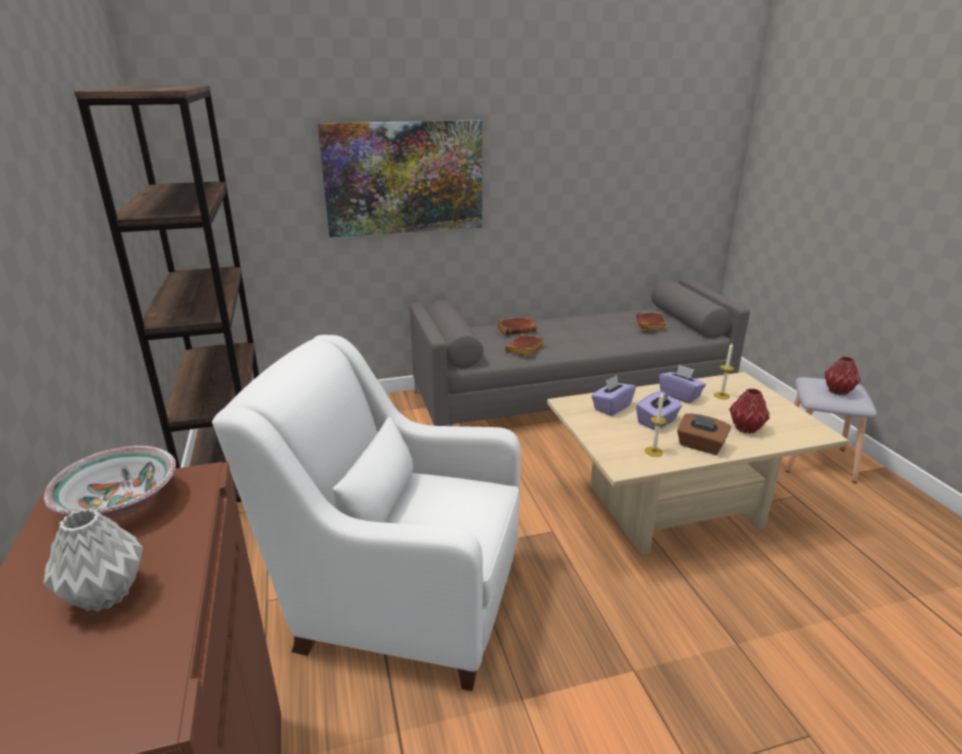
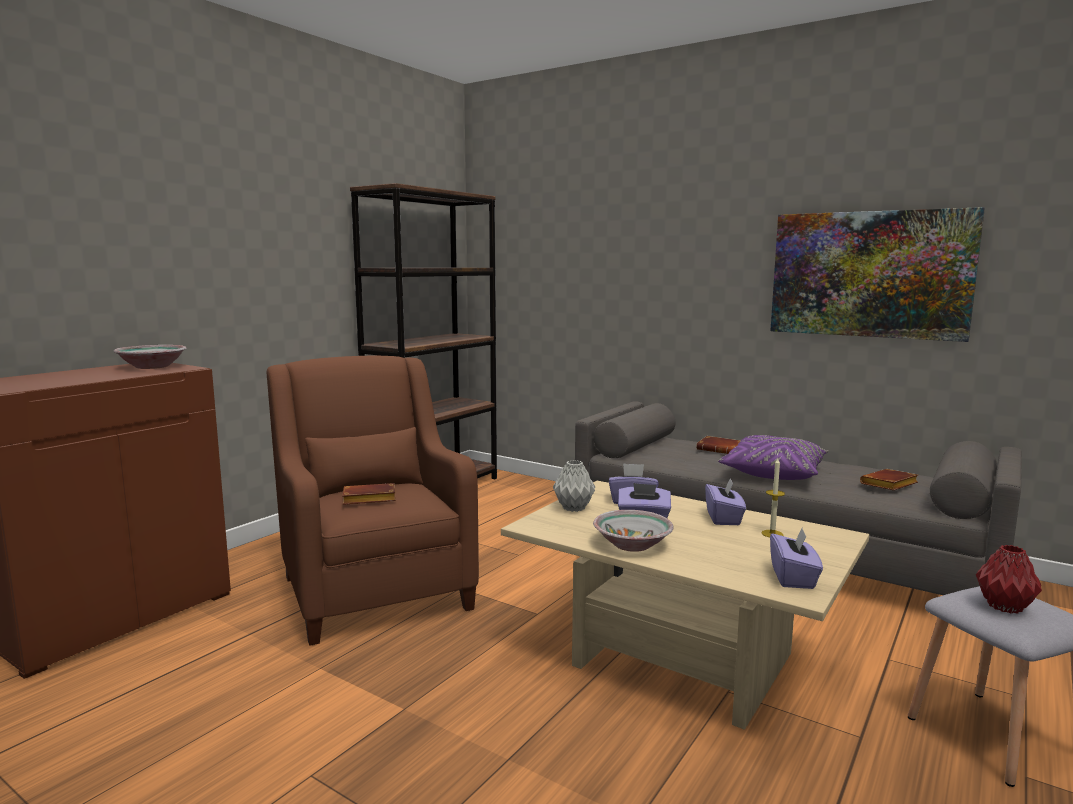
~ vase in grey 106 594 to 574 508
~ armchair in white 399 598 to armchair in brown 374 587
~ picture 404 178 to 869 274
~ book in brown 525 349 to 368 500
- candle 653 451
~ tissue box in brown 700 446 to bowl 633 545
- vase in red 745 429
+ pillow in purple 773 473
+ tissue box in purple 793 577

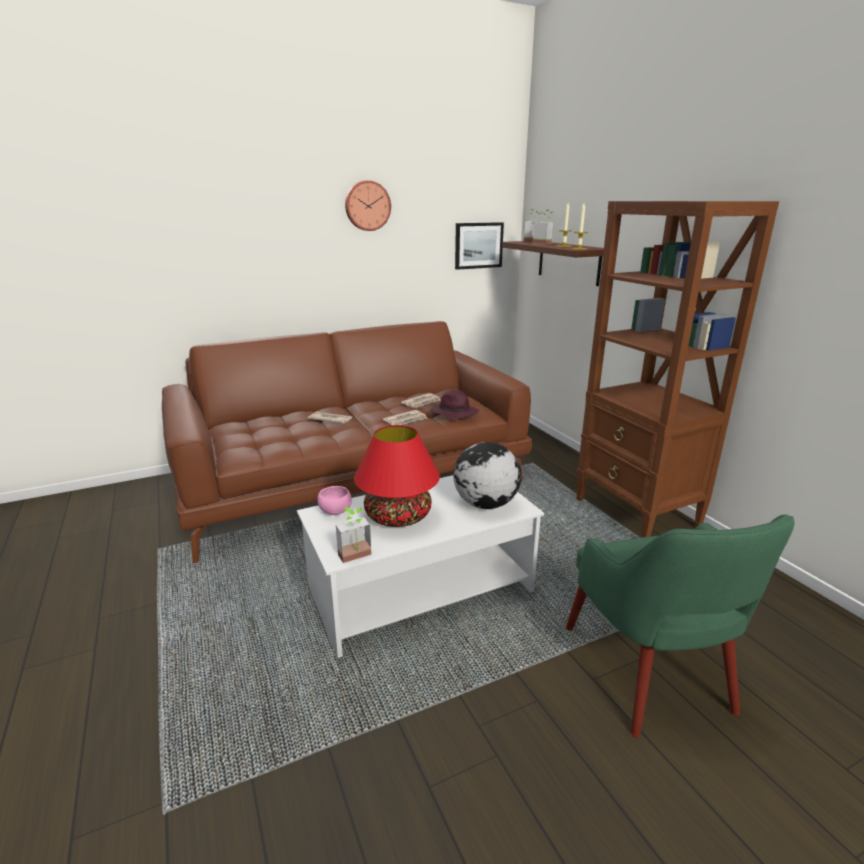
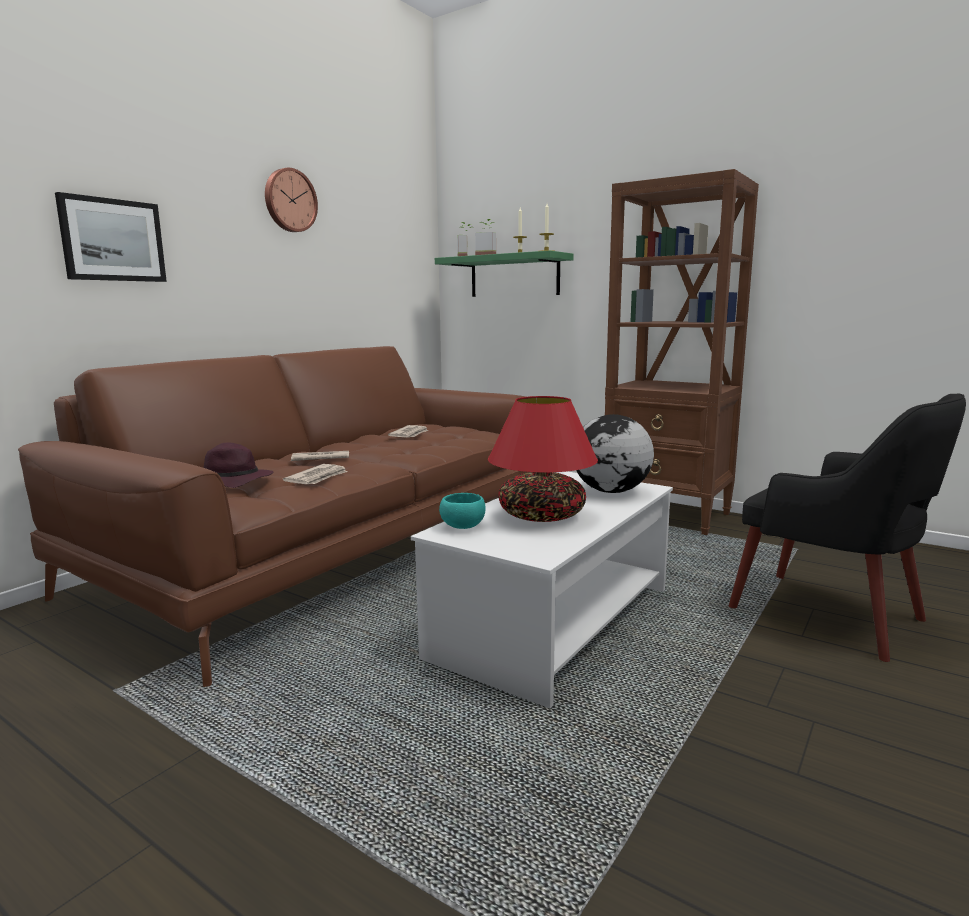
~ bowl in pink 335 512 to bowl in turquoise 463 527
- potted plant 357 558
~ newspaper 406 420 to 318 478
~ hat in purple 453 413 to 229 482
~ picture 478 245 to 112 240
~ shelf in brown 568 262 to shelf in green 514 276
~ armchair in green 648 671 to armchair in black 831 616

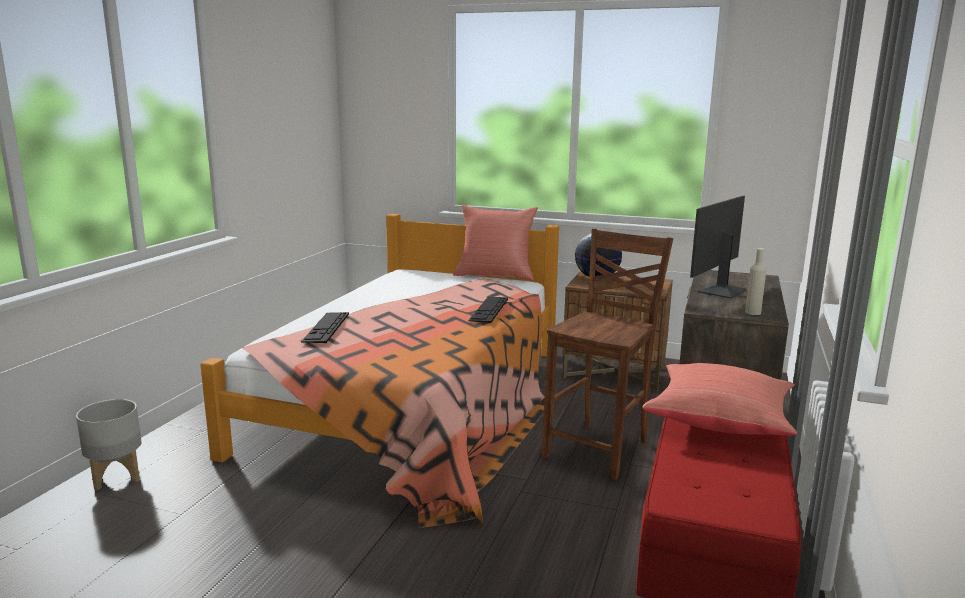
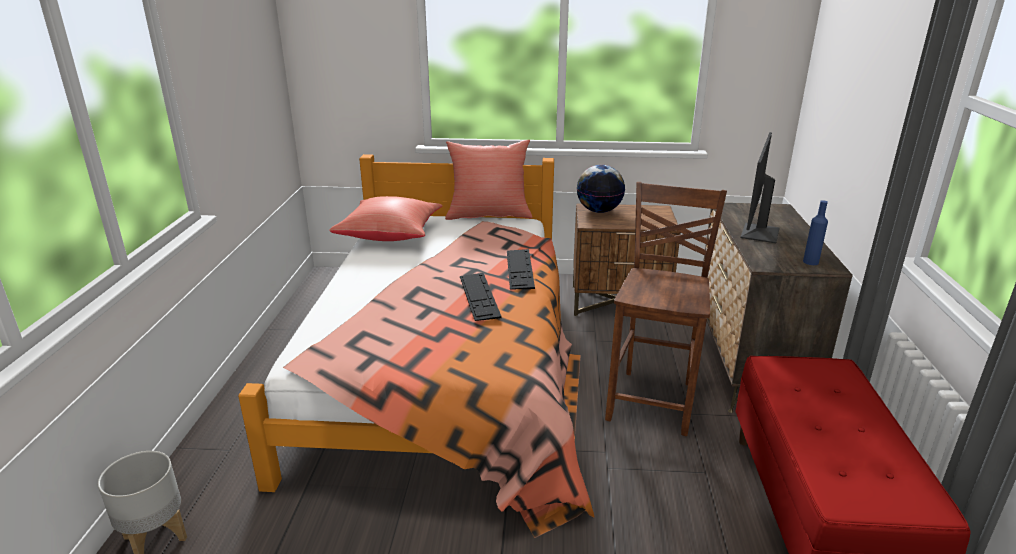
~ keyboard 326 327 to 479 296
~ pillow in red 720 421 to 390 235
~ bottle in beige 752 312 to bottle in blue 810 262

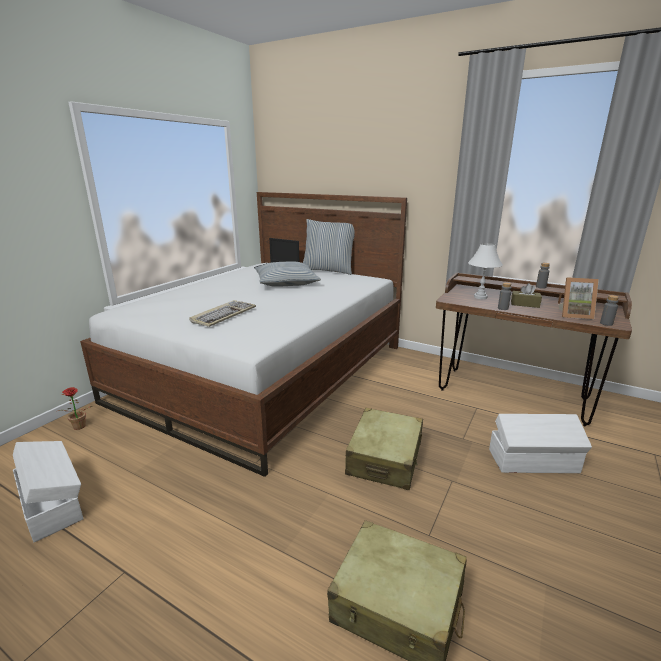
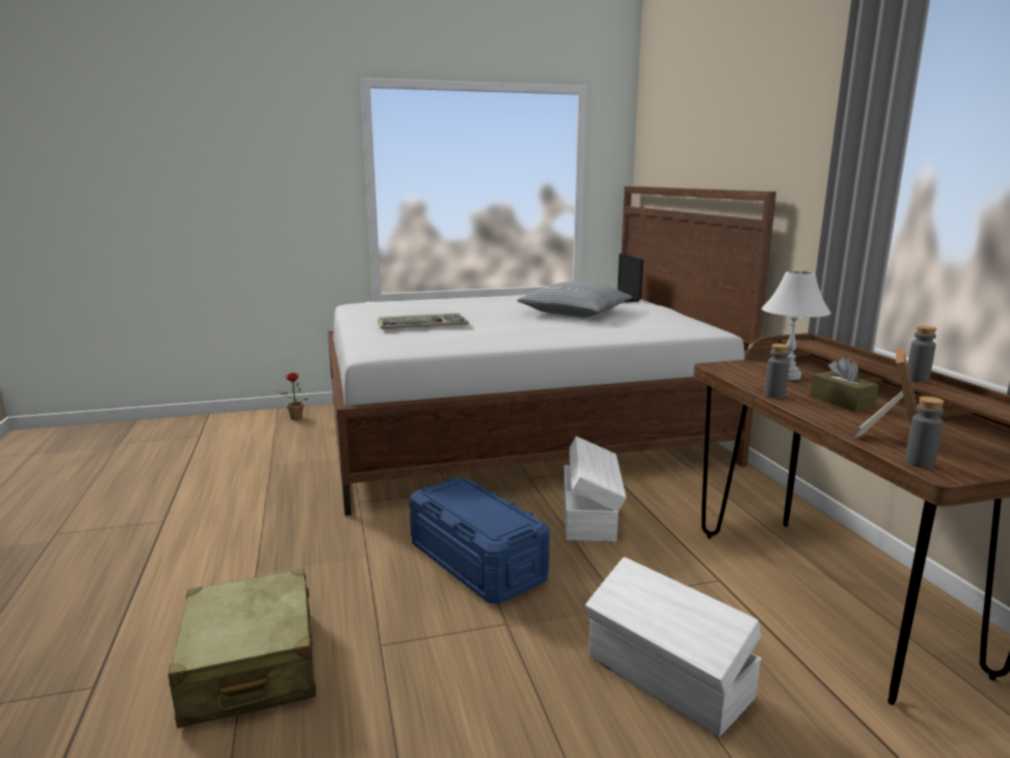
~ storage box in white 52 503 to 590 515
- pillow 328 270
~ suitcase in beige 385 458 to storage box in blue 477 562
~ picture frame 574 315 = 892 436 120 degrees counterclockwise

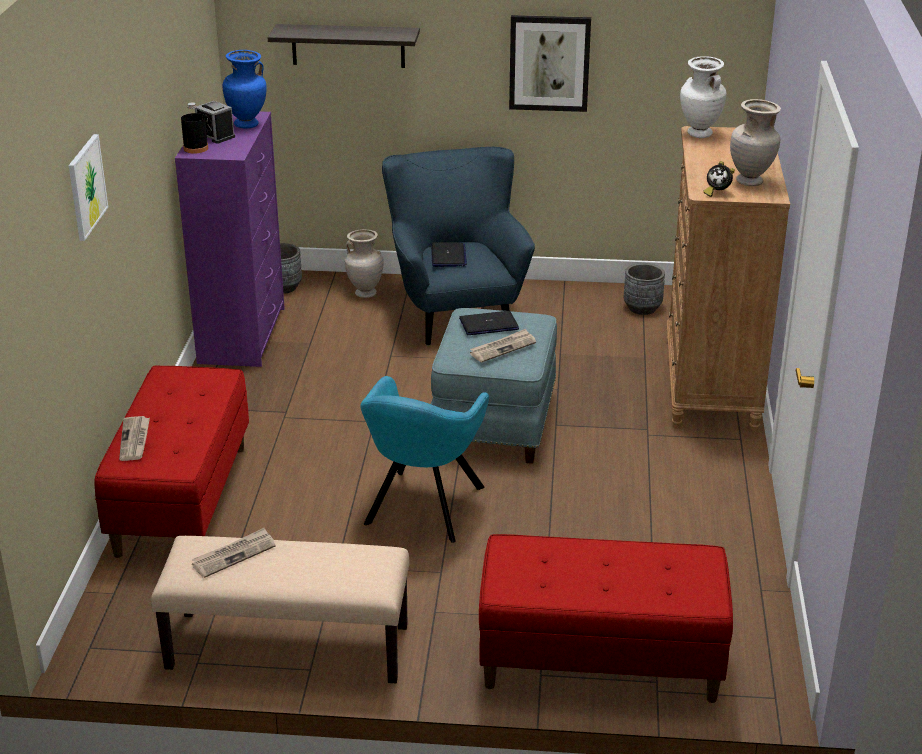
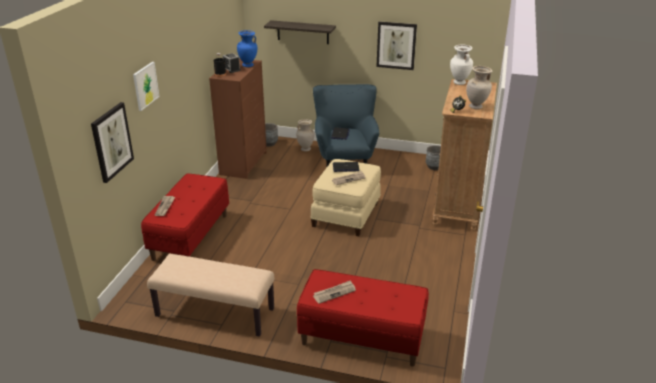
~ dresser in purple 242 334 to dresser in brown 243 163
~ newspaper 234 555 to 334 293
- armchair in turquoise 423 508
~ ottoman in blue 495 423 to ottoman in beige 347 215
+ picture 111 142

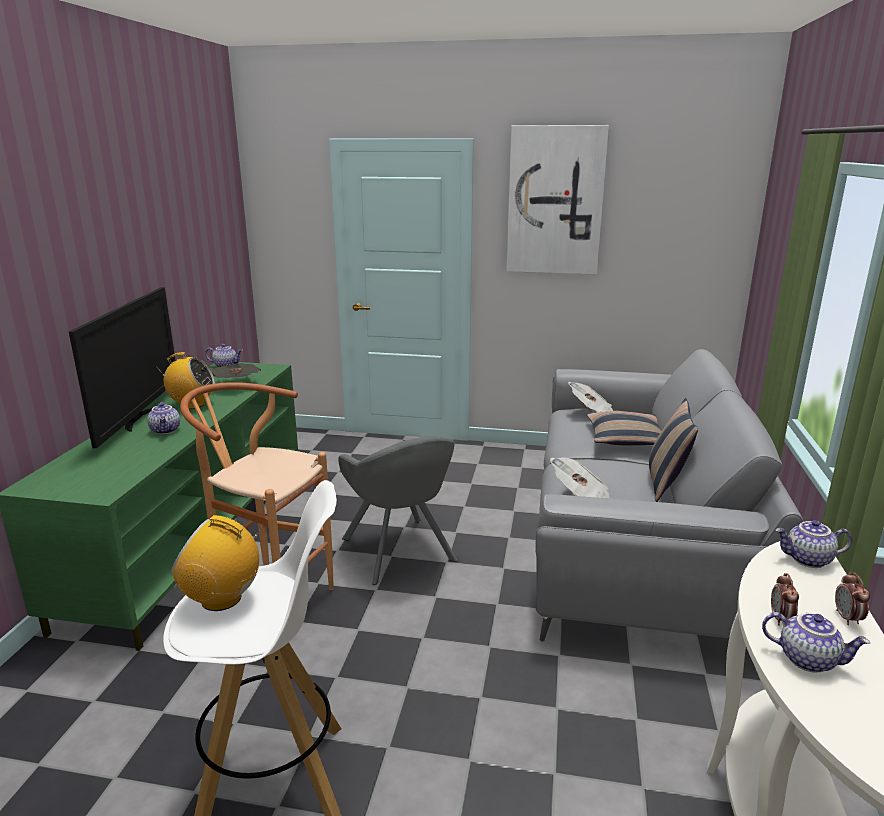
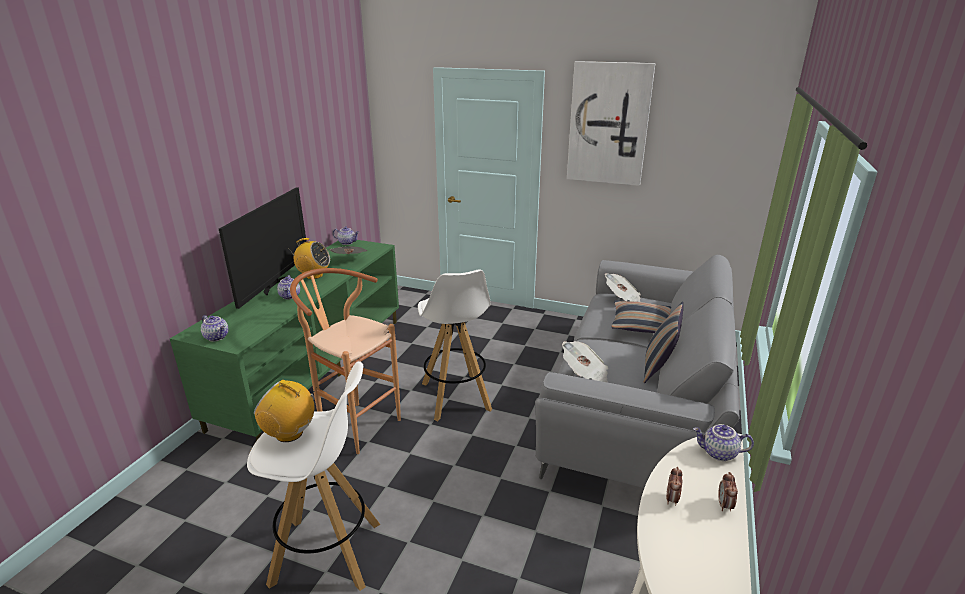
~ armchair in grey 400 552 to stool in white 456 397
~ teapot 808 659 to 217 337

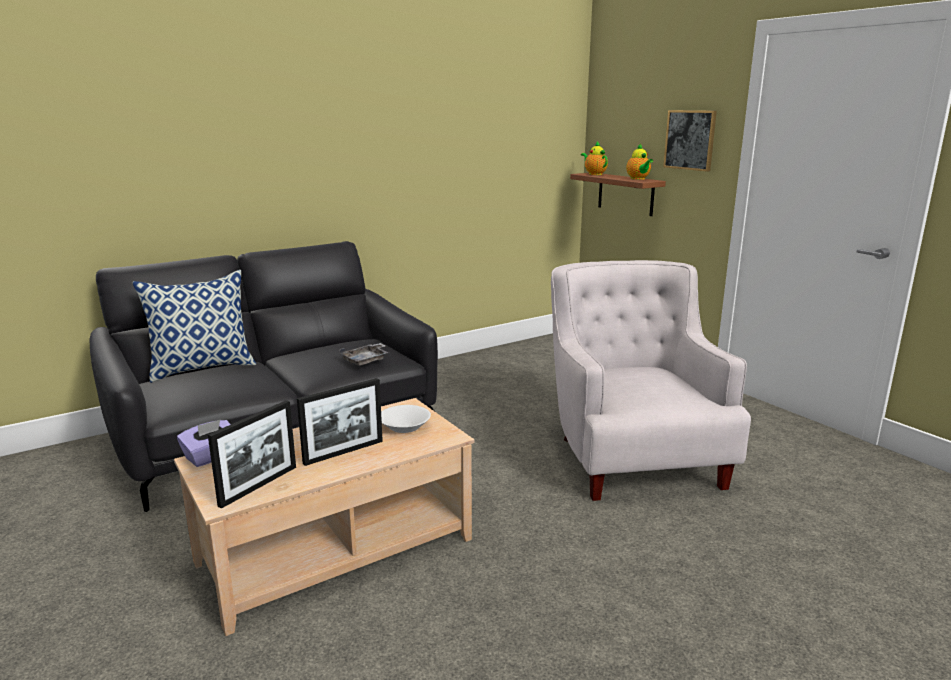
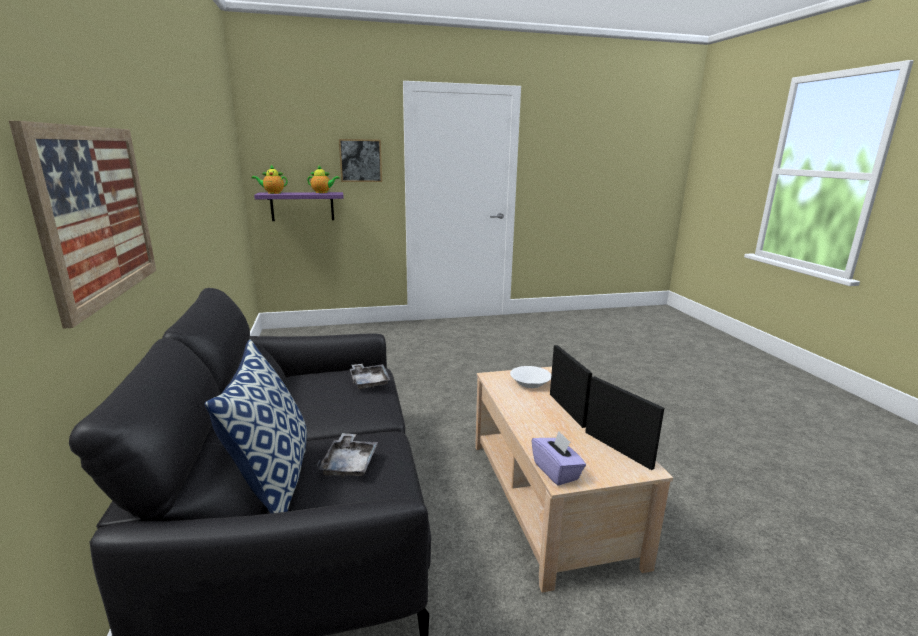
- armchair in white 632 455
~ shelf in brown 625 194 to shelf in purple 302 206
+ picture 96 214
+ tray in grey 350 463

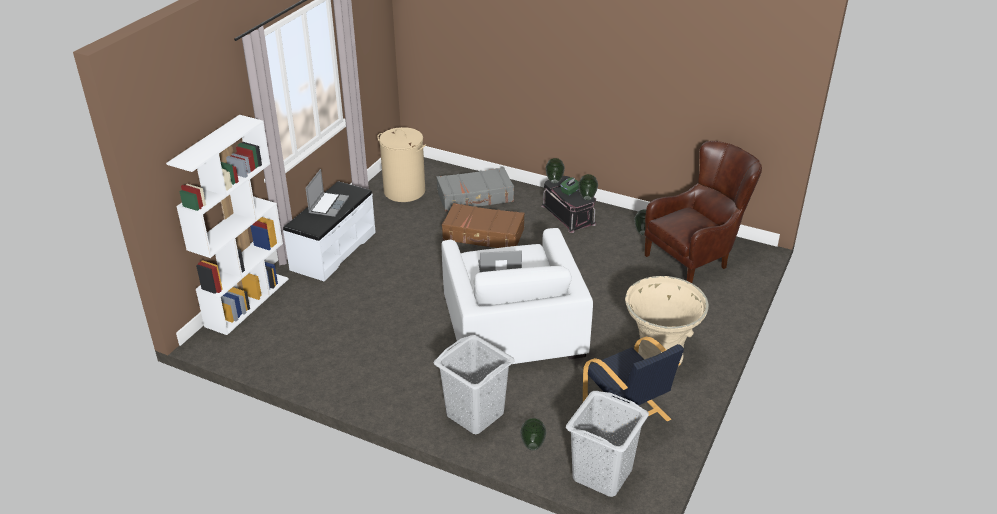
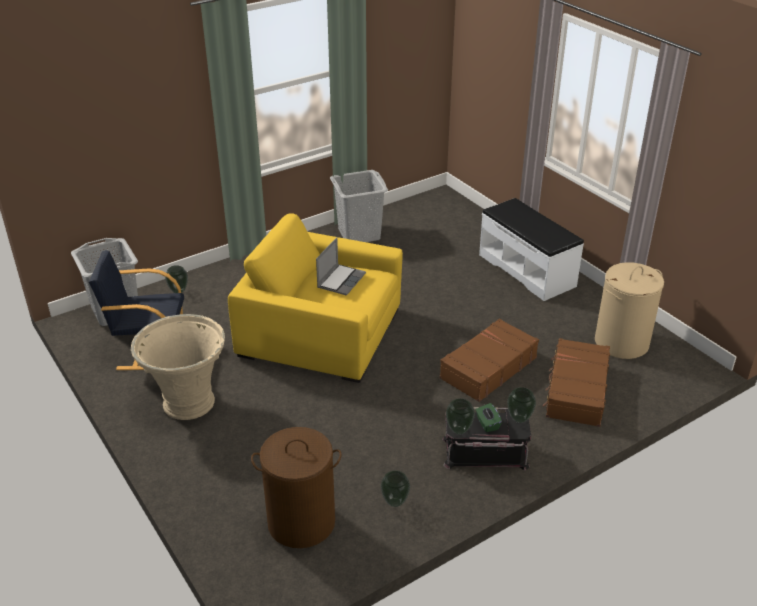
- bookcase in white 247 301
- laptop 328 205
~ laundry basket in grey 475 414 to 359 234
~ suitcase in grey 475 197 to suitcase in brown 576 390
~ armchair in white 512 325 to armchair in yellow 321 332
~ armchair in brown 696 259 to laundry basket in brown 301 522

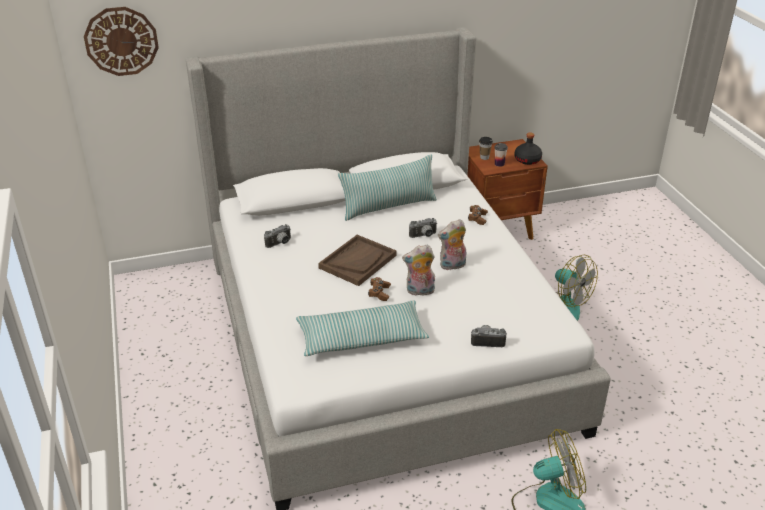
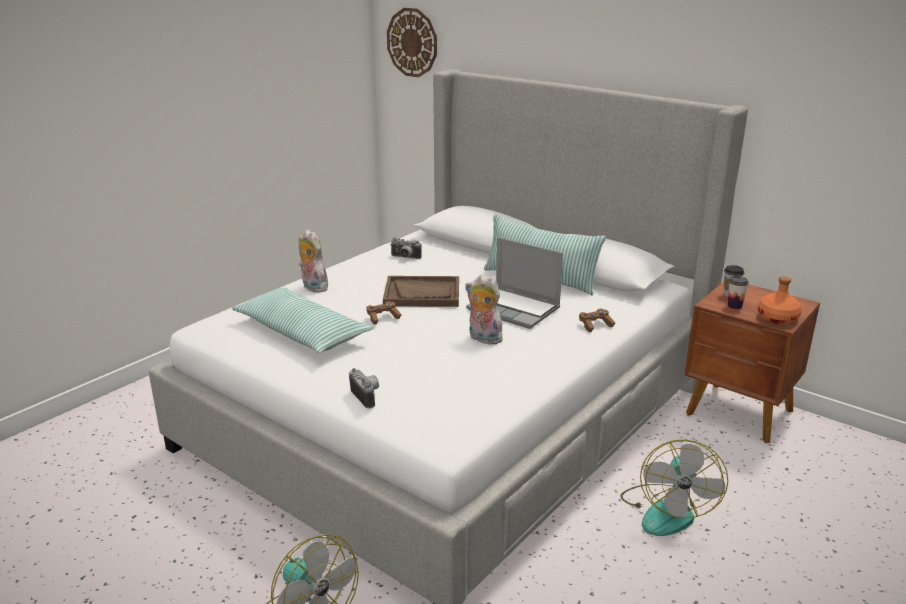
~ plush toy 419 291 to 312 287
~ photo camera 424 236 to laptop 515 309
~ bottle in black 527 160 to bottle in orange 778 318

